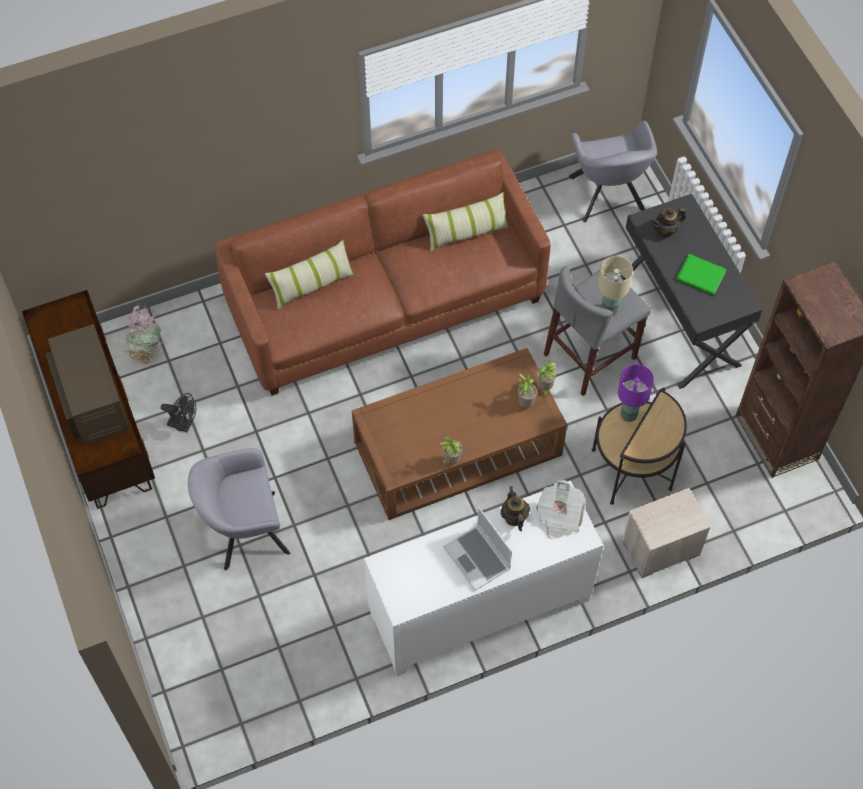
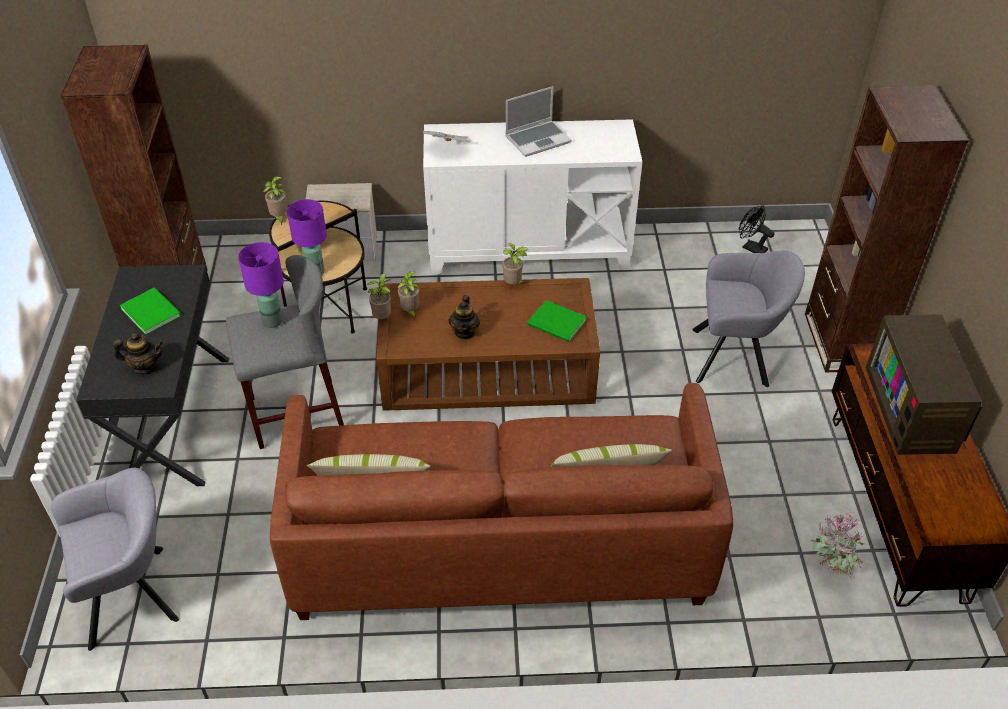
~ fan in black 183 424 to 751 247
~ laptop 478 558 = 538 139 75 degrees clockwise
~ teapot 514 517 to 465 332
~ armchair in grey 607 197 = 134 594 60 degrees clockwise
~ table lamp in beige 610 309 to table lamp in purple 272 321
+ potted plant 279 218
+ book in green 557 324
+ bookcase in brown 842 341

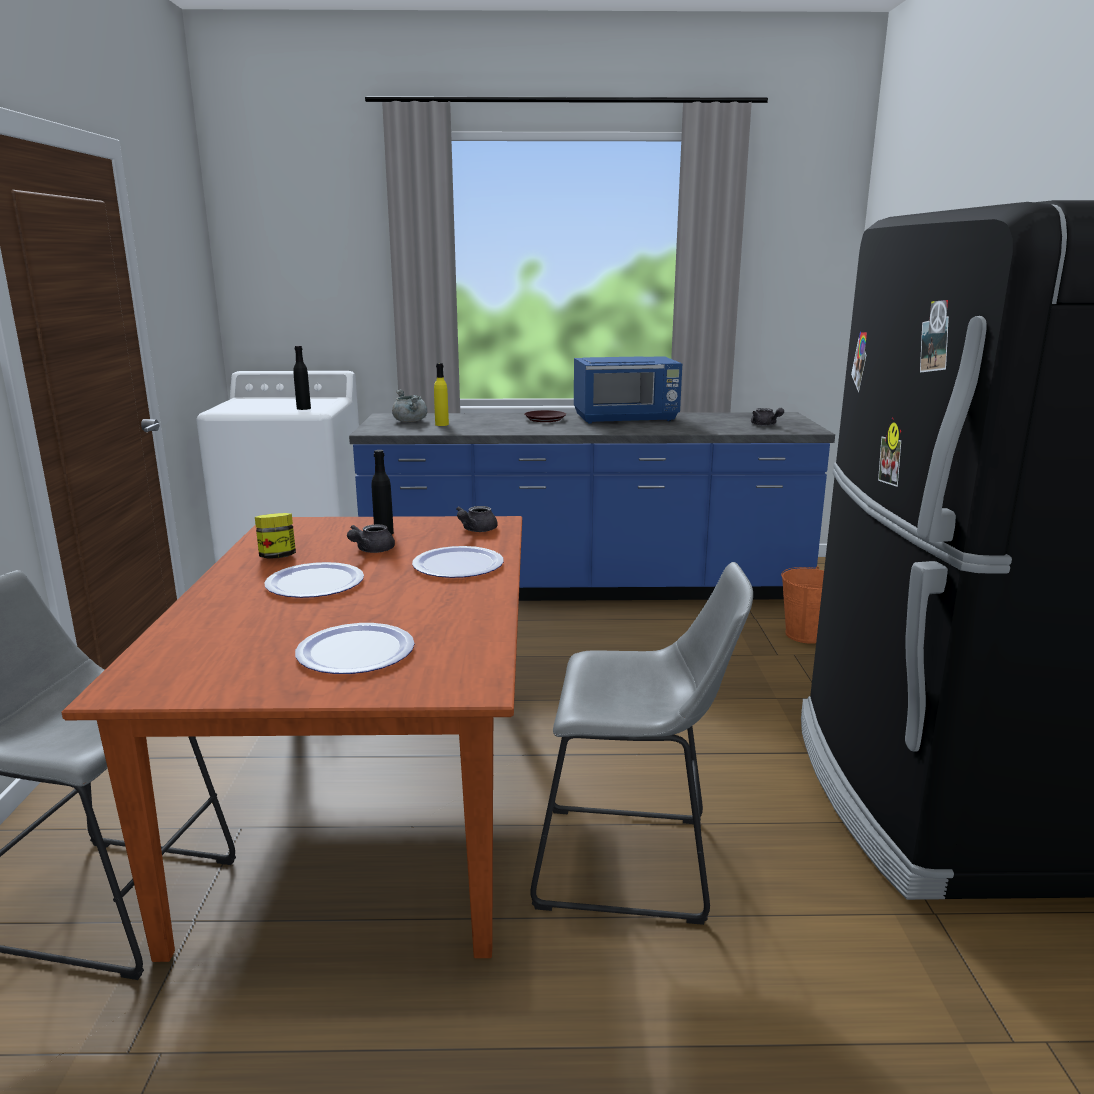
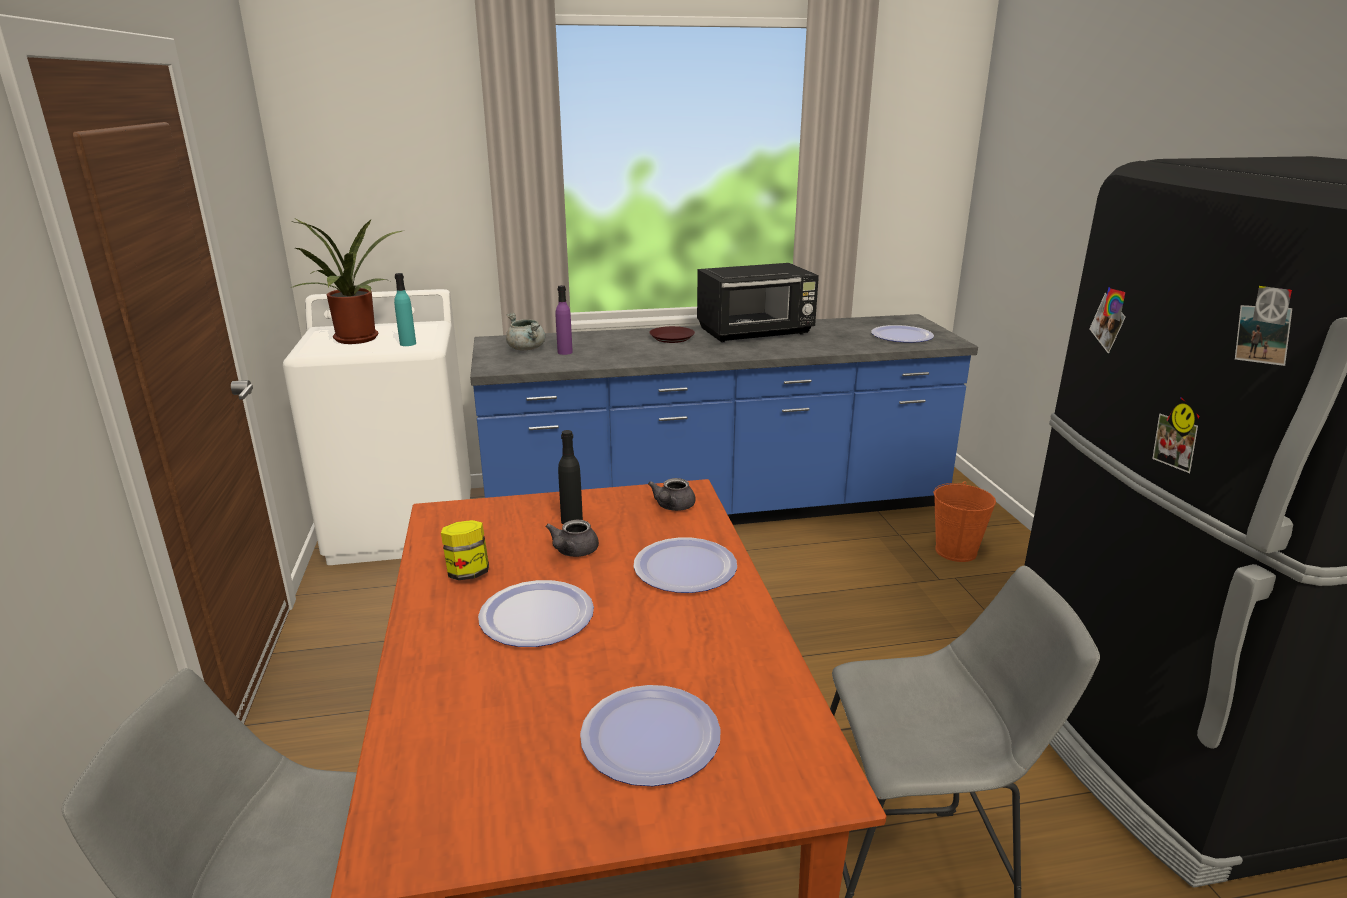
~ bottle in black 303 408 to bottle in turquoise 408 344
~ bottle in yellow 442 424 to bottle in purple 565 352
~ microwave in blue 626 418 to microwave in black 756 333
~ teapot in grey 765 425 to plate 902 336
+ potted plant 356 340

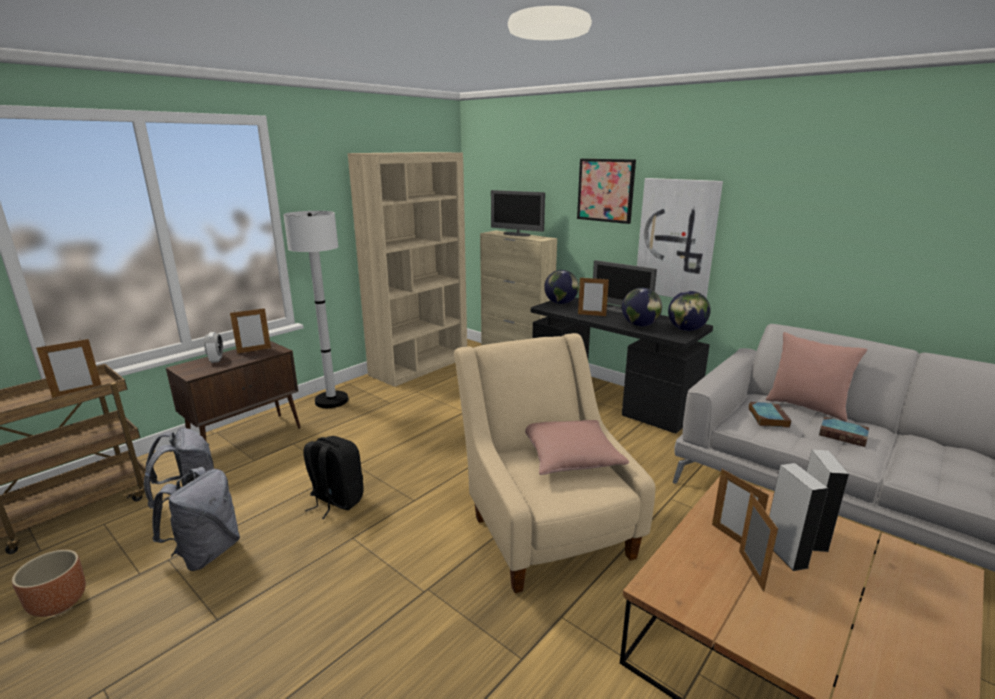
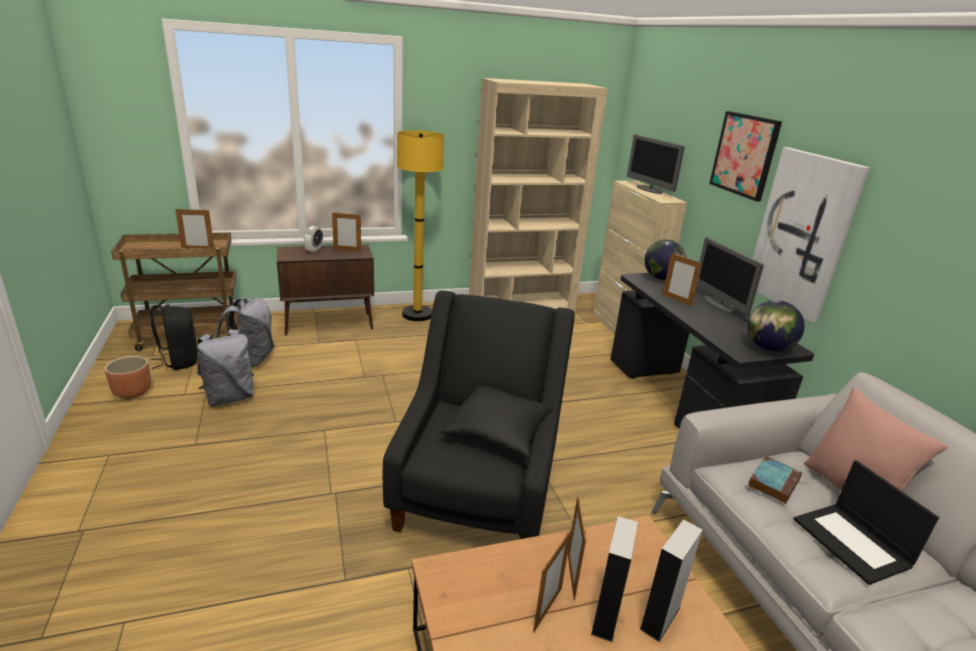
~ floor lamp in white 331 401 to floor lamp in yellow 417 314
~ backpack in black 336 501 to 179 361
~ armchair in beige 546 527 to armchair in black 477 492
~ pillow in pink 570 457 to pillow in black 498 432
- globe 640 325
~ book 844 435 to laptop 853 543

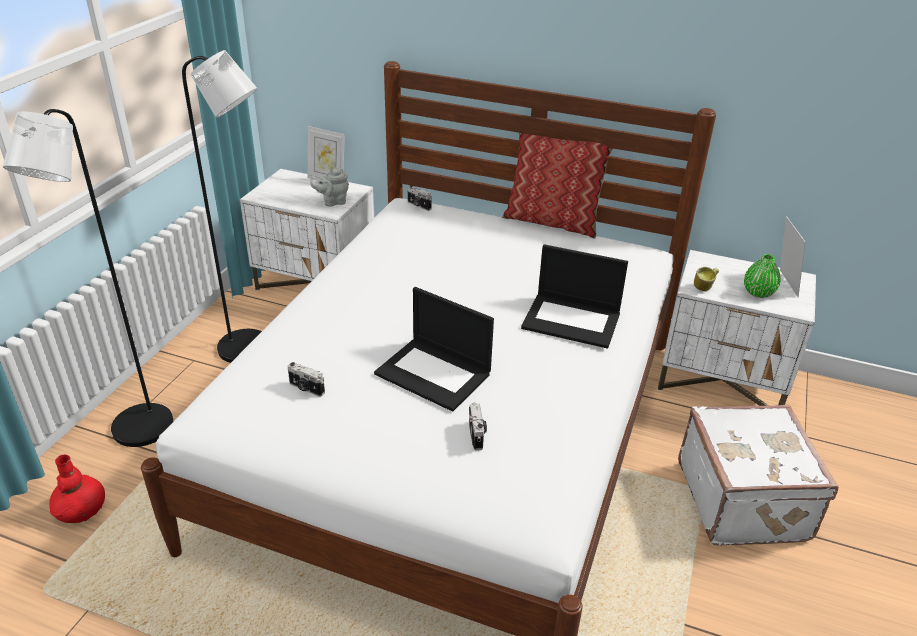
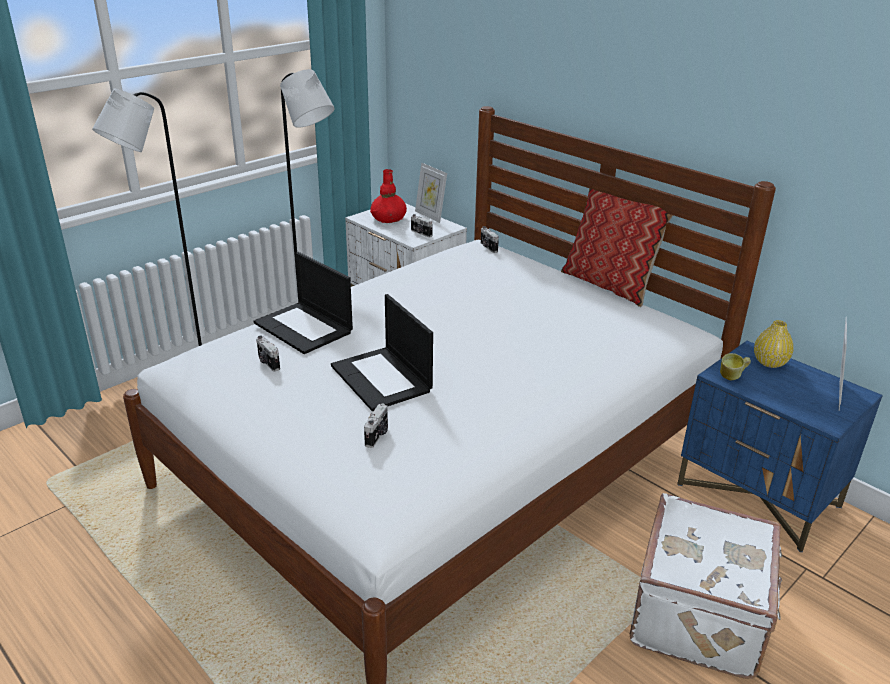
~ vase in red 81 509 to 388 218
~ teapot in grey 333 202 to photo camera 420 233
~ laptop 572 320 to 304 328
~ nightstand in white 722 381 to nightstand in blue 759 496
- vase in green 758 293
+ vase in yellow 769 362

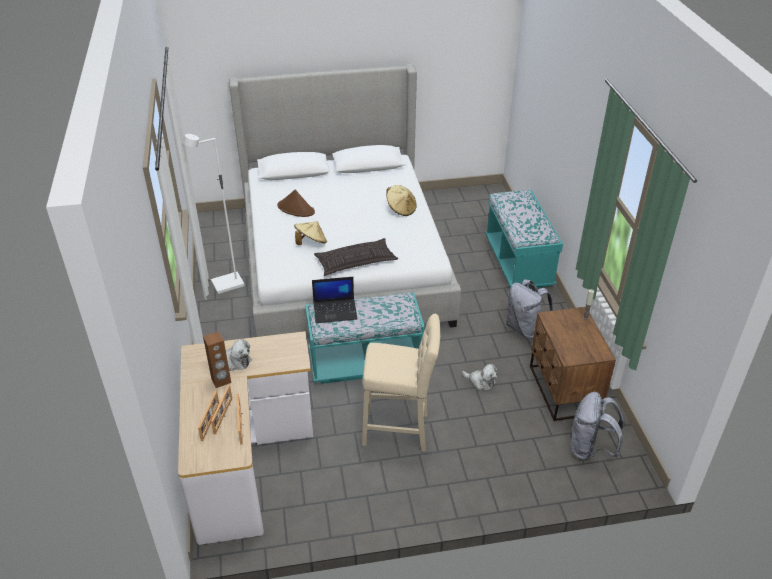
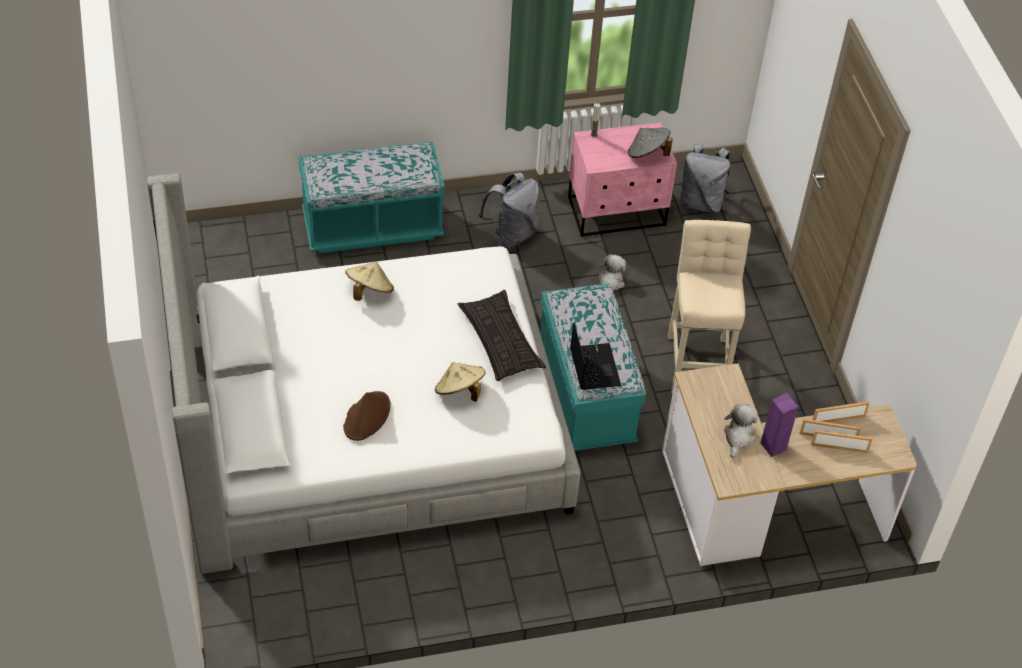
- floor lamp in white 227 285
~ speaker in brown 221 380 to speaker in purple 773 446
~ nightstand in brown 563 391 to nightstand in pink 617 212
+ hat in grey 647 154

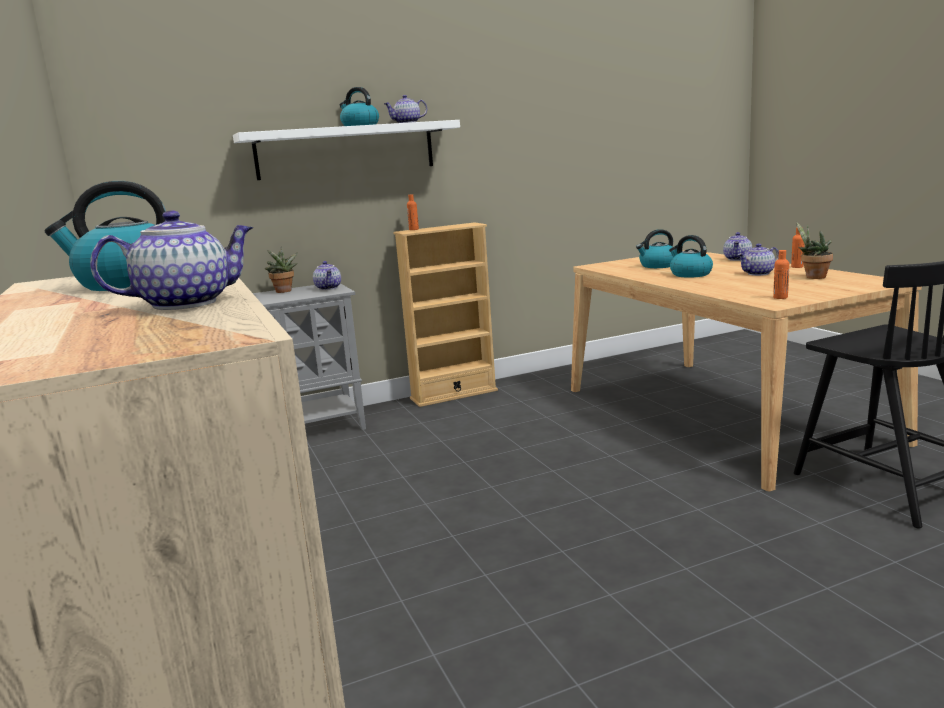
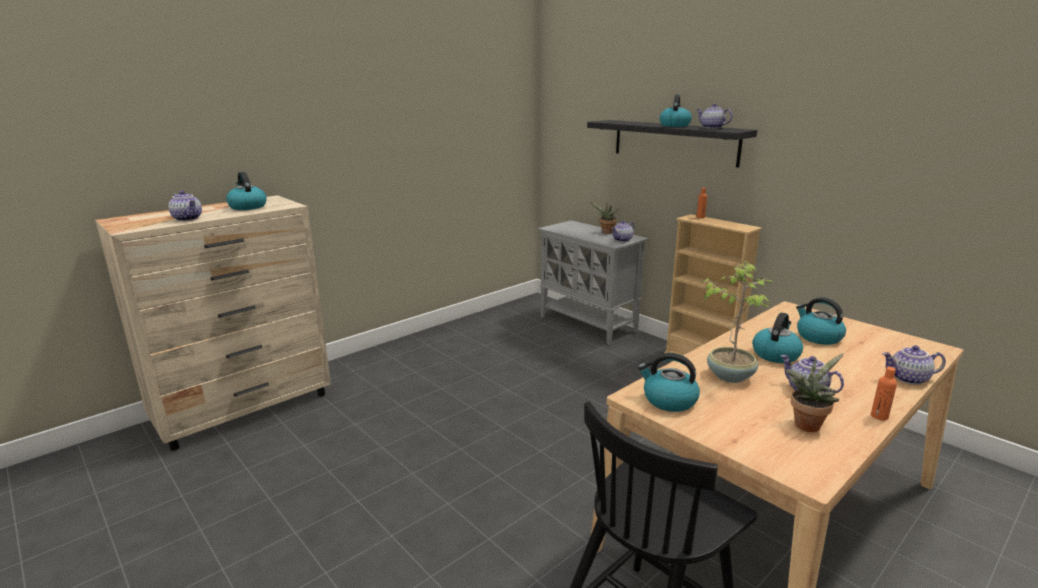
~ shelf in white 346 150 to shelf in black 674 142
~ bottle in orange 780 297 to kettle 668 400
+ potted plant 730 375

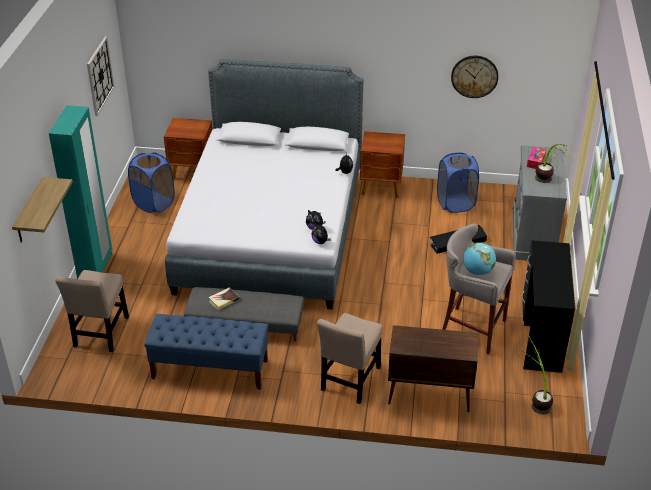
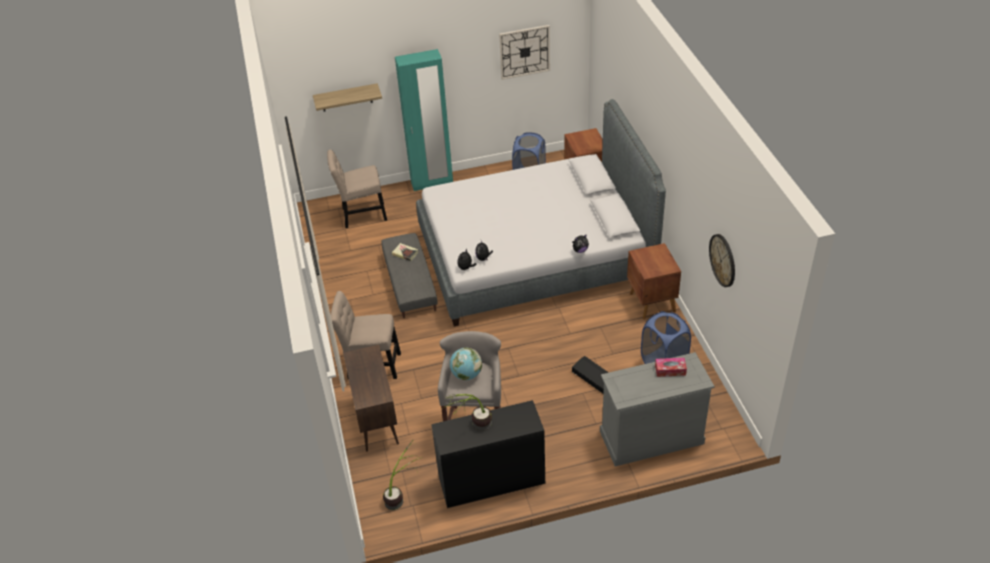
- bench in blue 209 369
~ potted plant 547 184 to 472 428

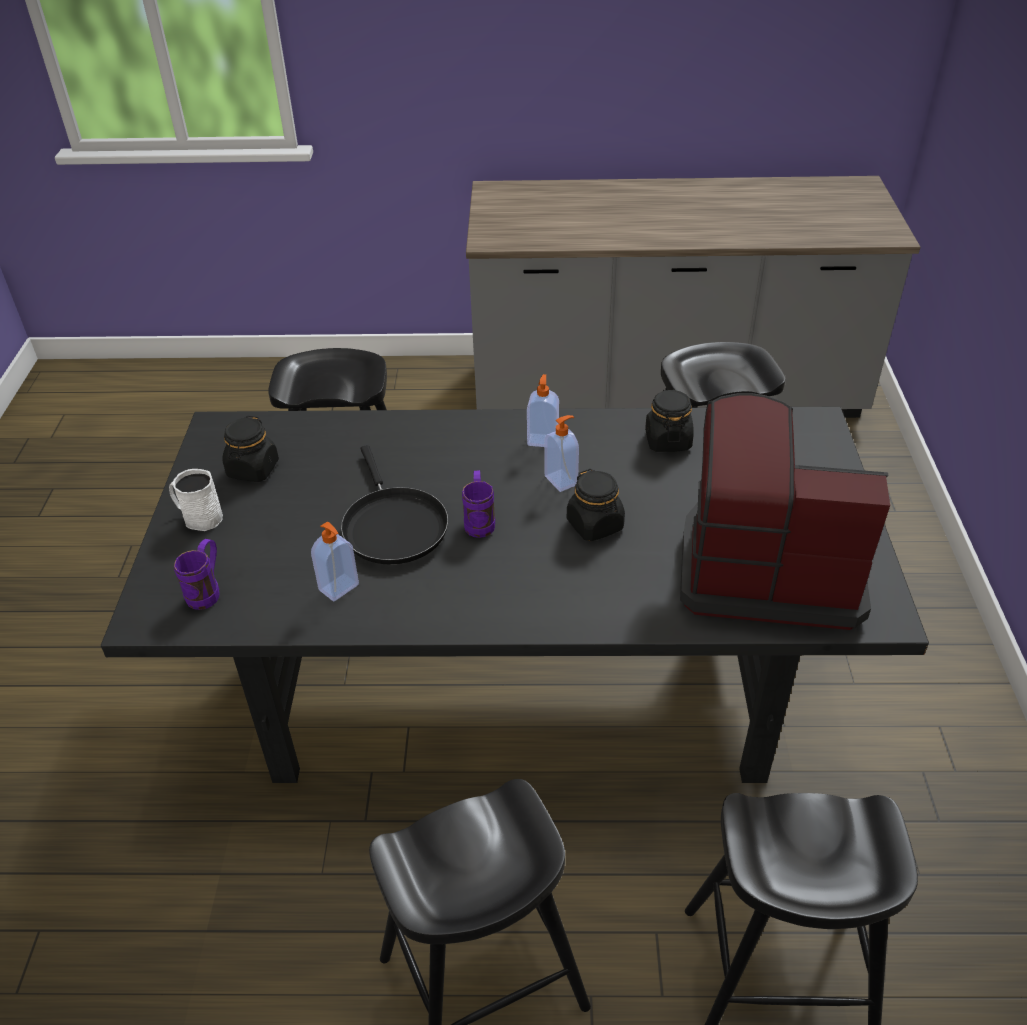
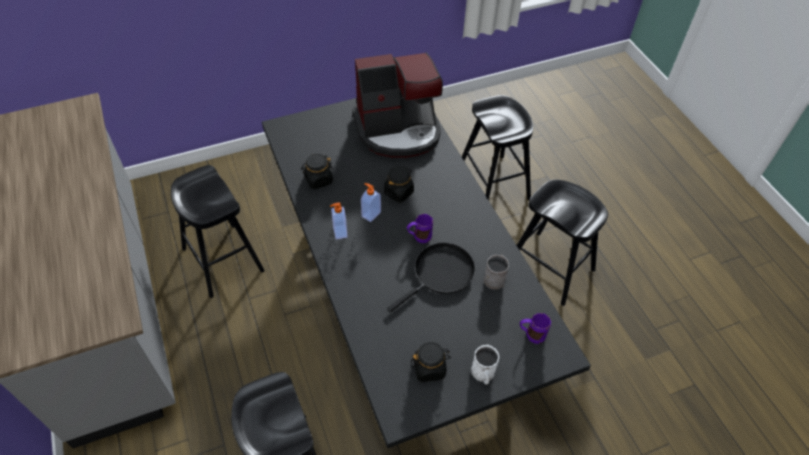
~ soap dispenser 340 588 to mug in grey 495 277
~ coffee machine 766 569 = 398 130 90 degrees counterclockwise

